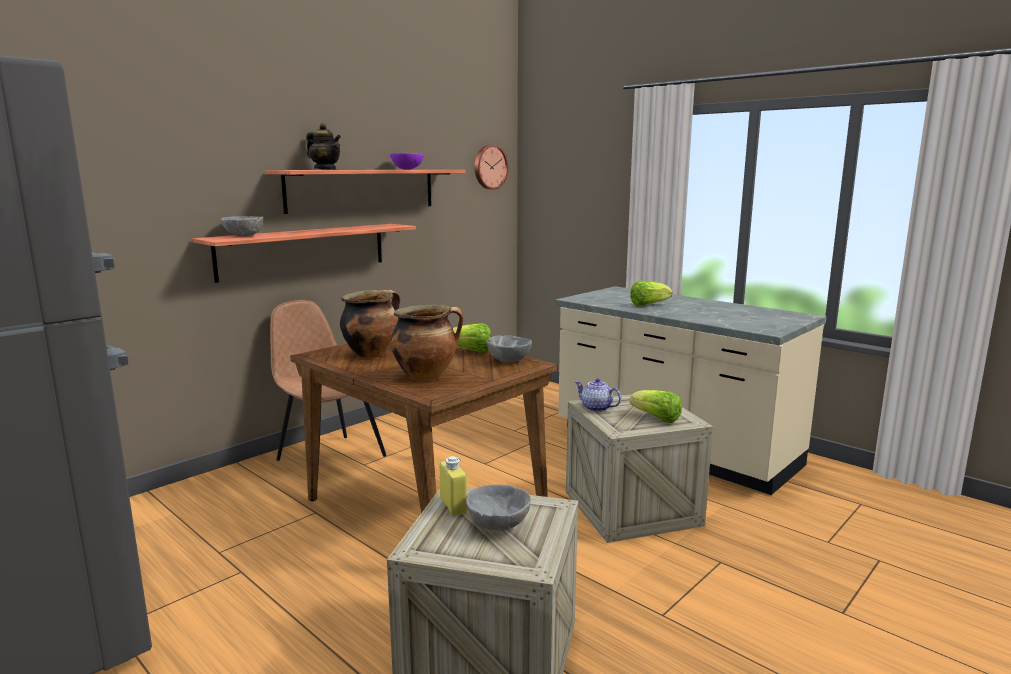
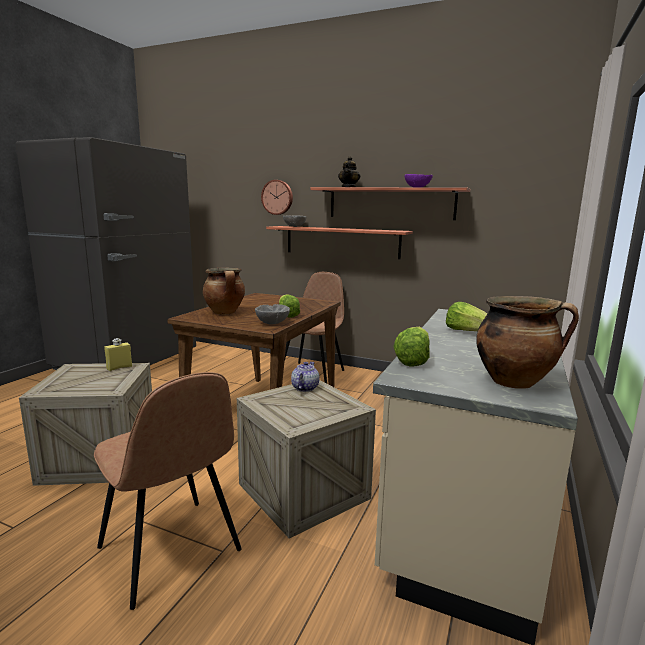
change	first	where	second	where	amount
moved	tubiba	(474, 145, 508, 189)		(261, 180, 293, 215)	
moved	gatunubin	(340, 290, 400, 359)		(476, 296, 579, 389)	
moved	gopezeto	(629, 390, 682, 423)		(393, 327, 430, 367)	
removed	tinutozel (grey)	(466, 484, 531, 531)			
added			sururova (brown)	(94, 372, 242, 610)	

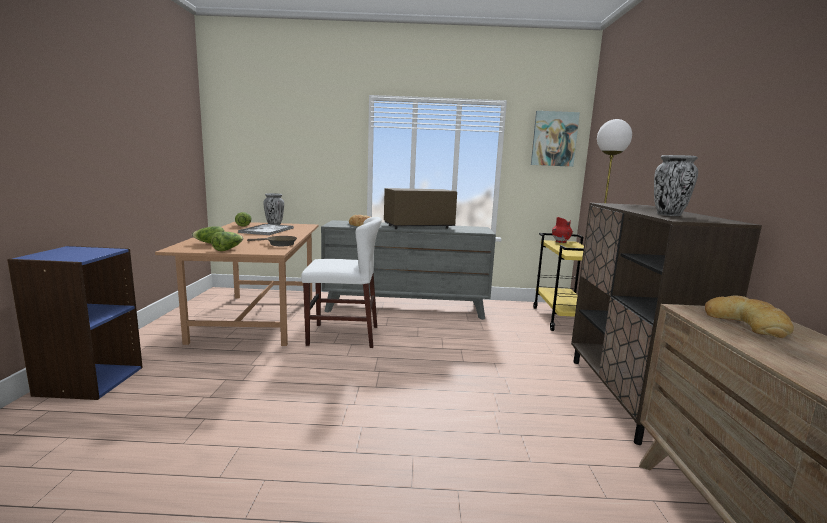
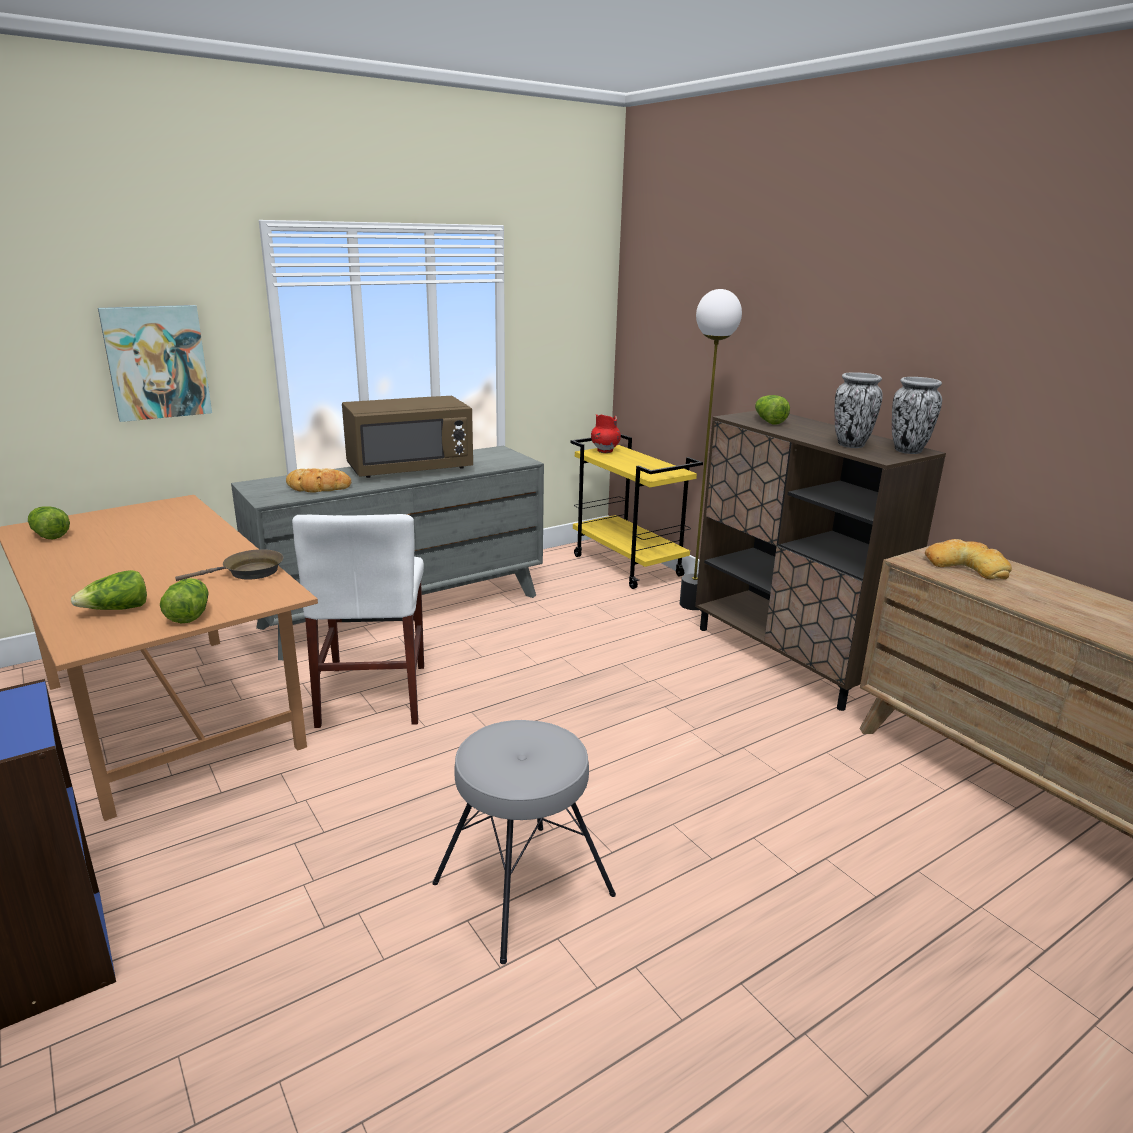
change	first	where	second	where	amount
moved	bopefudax	(531, 111, 580, 167)		(98, 305, 212, 422)	
turned	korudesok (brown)	(384, 188, 457, 229)		(342, 396, 473, 478)	150 degrees counterclockwise
moved	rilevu	(263, 193, 284, 225)		(892, 377, 942, 454)	
turned	sururova (white)	(301, 217, 382, 348)		(292, 514, 424, 728)	120 degrees clockwise
removed	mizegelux	(238, 224, 294, 235)			
added			gopezeto	(755, 395, 790, 425)	
added			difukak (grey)	(432, 720, 616, 964)	

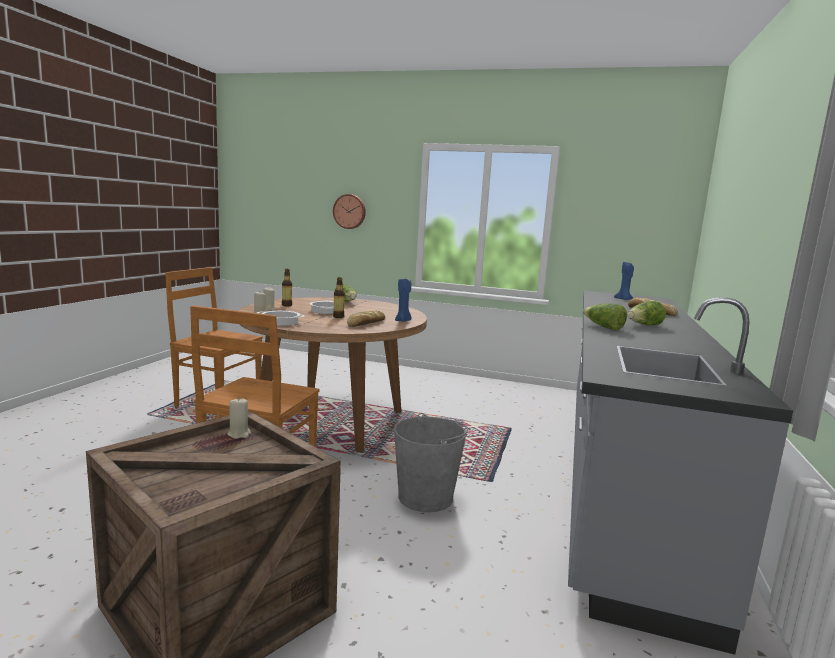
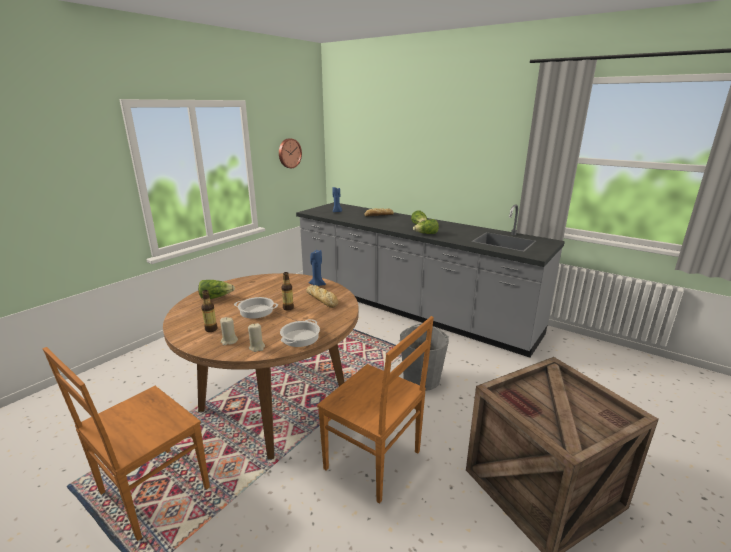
change	first	where	second	where	amount
moved	tubiba	(333, 194, 366, 229)		(279, 138, 302, 168)	
removed	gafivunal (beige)	(228, 397, 251, 439)			

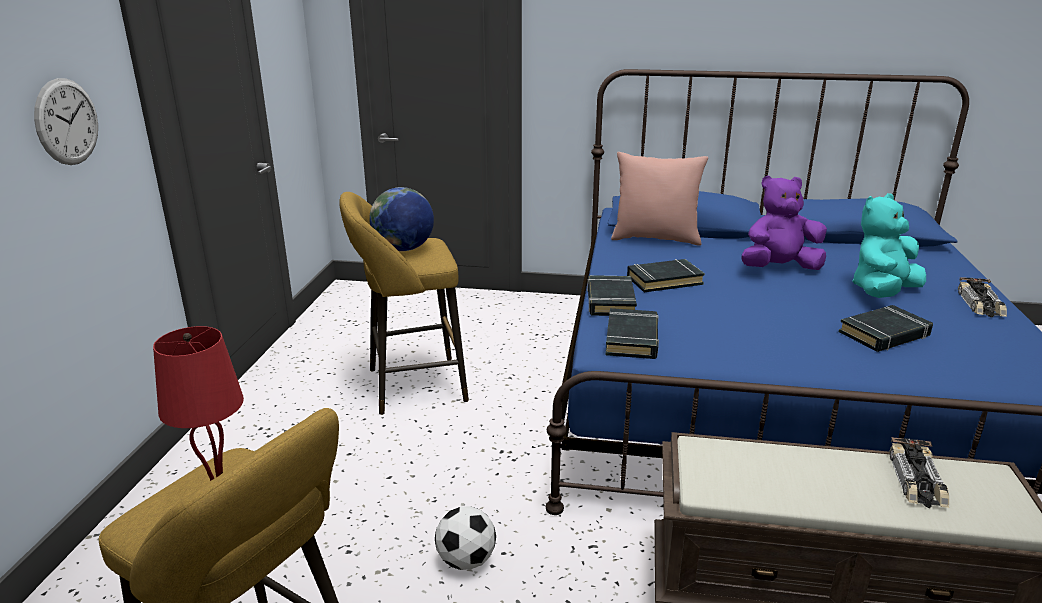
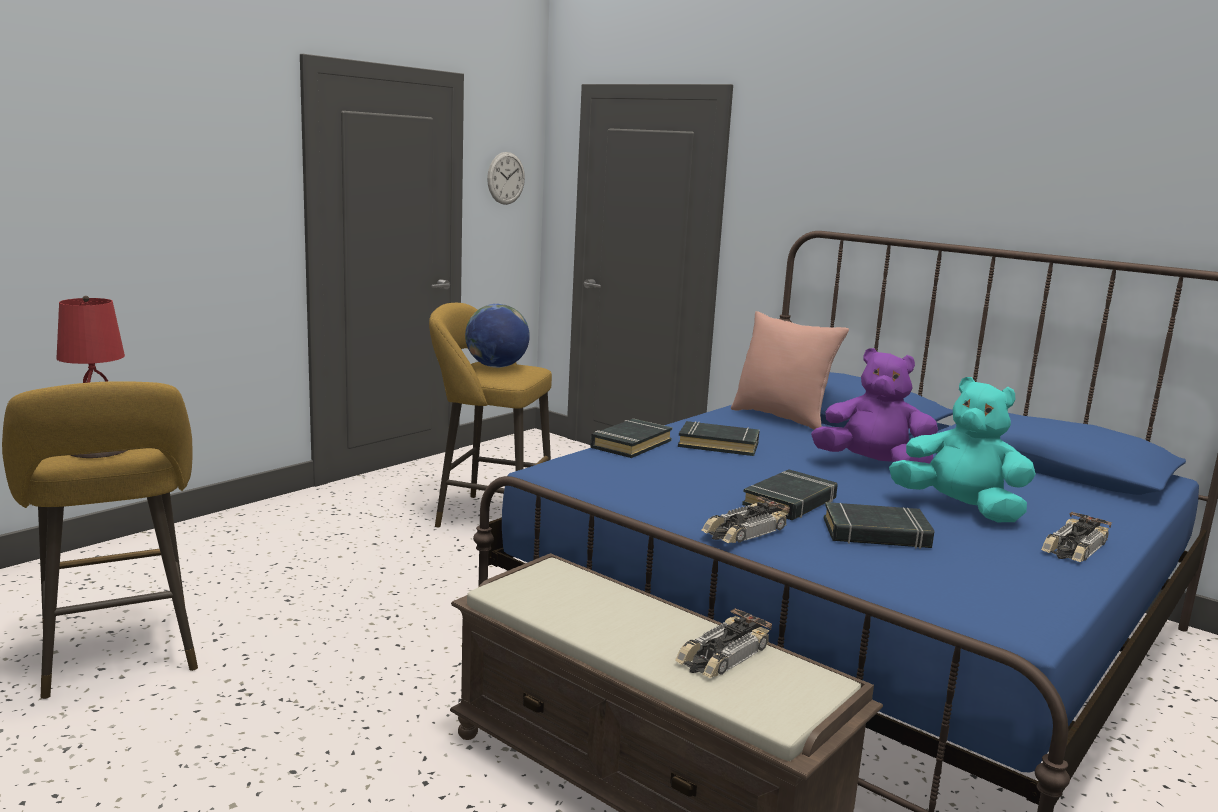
change	first	where	second	where	amount
moved	tubiba	(34, 78, 98, 165)		(487, 152, 525, 205)	
turned	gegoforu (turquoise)	(852, 193, 926, 298)		(889, 377, 1036, 522)	45 degrees clockwise
moved	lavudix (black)	(605, 308, 659, 359)		(742, 469, 838, 520)	
removed	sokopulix	(435, 506, 496, 570)			
added			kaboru	(702, 496, 790, 543)	

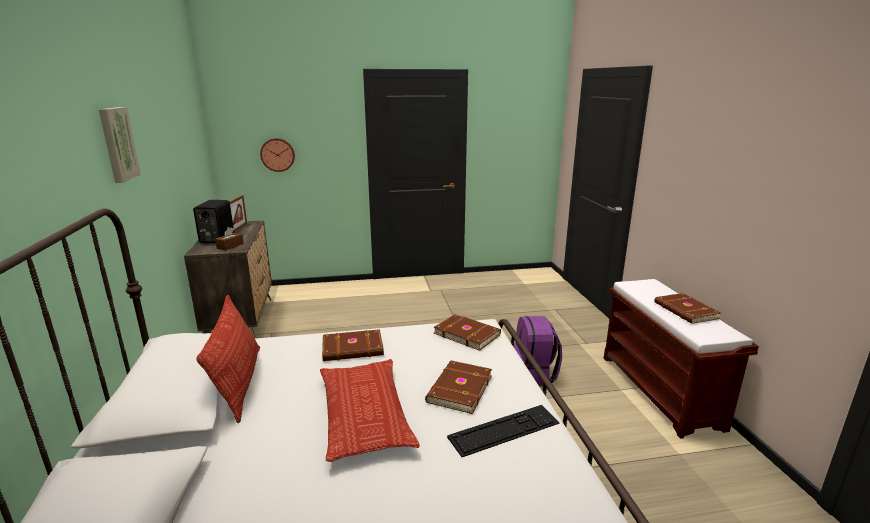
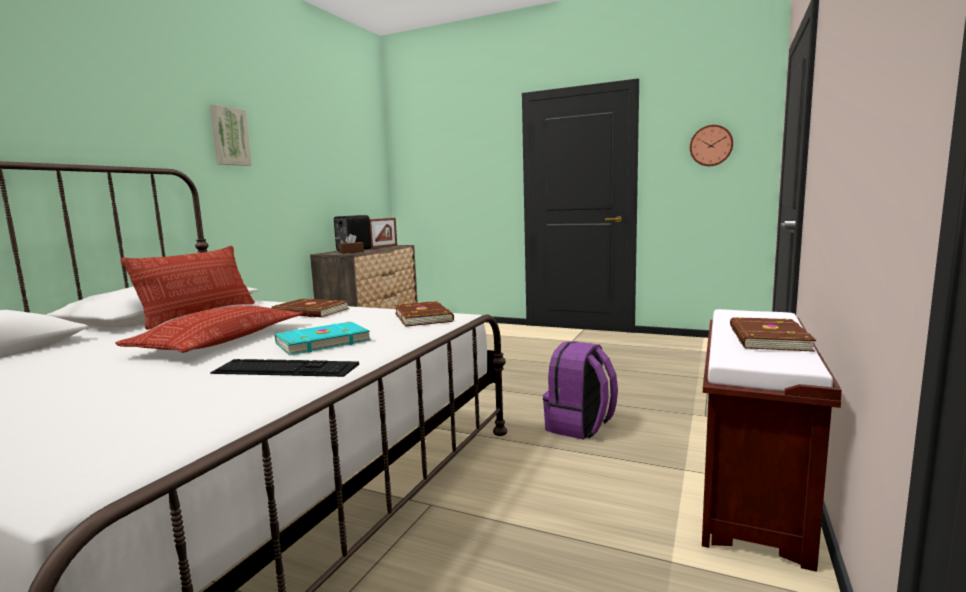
change	first	where	second	where	amount
moved	tubiba	(260, 138, 295, 172)		(690, 125, 733, 166)	
recoloured	lavudix (brown)	(425, 360, 492, 414)	lavudix (turquoise)	(275, 322, 371, 355)	

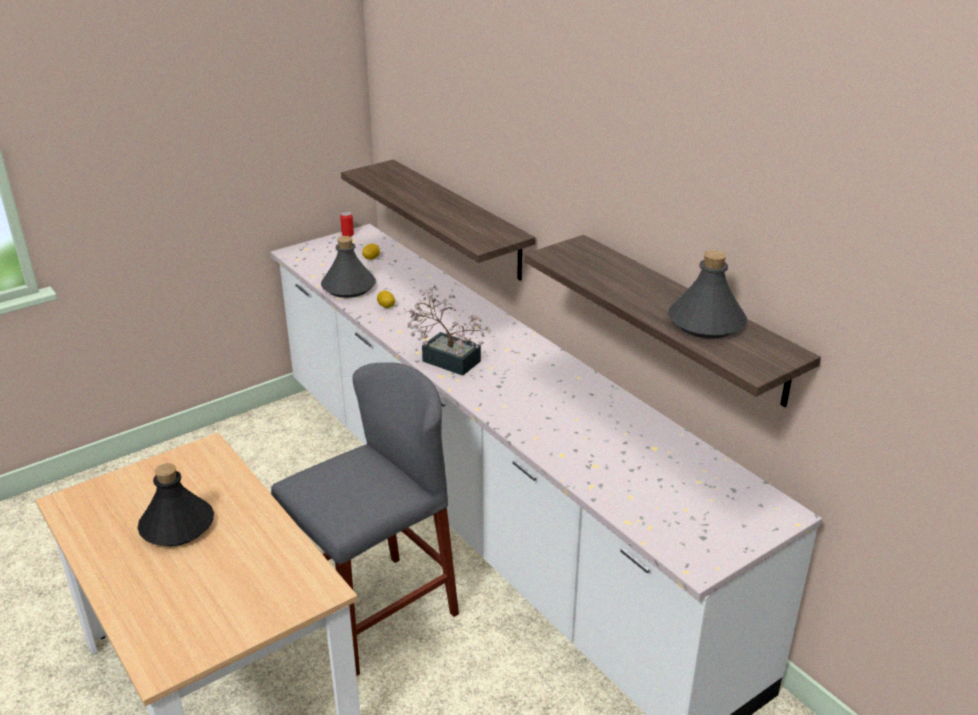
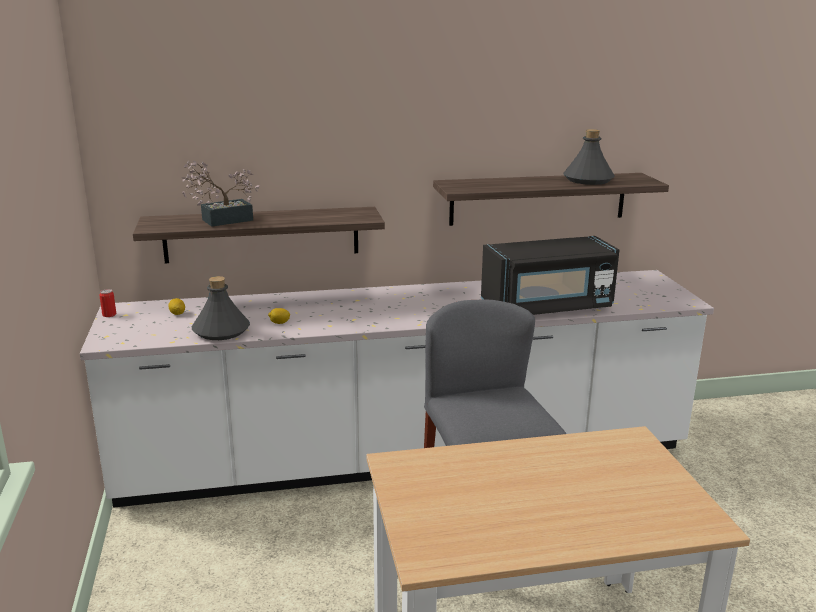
change	first	where	second	where	amount
moved	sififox	(404, 285, 491, 376)		(182, 161, 259, 227)	
removed	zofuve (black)	(138, 463, 214, 546)			
added			korudesok (black)	(481, 236, 619, 315)	

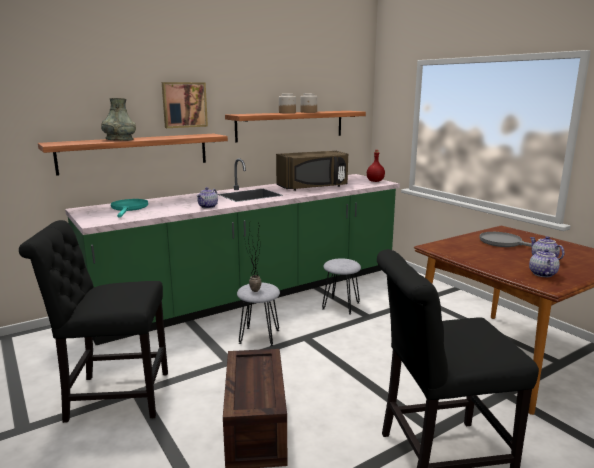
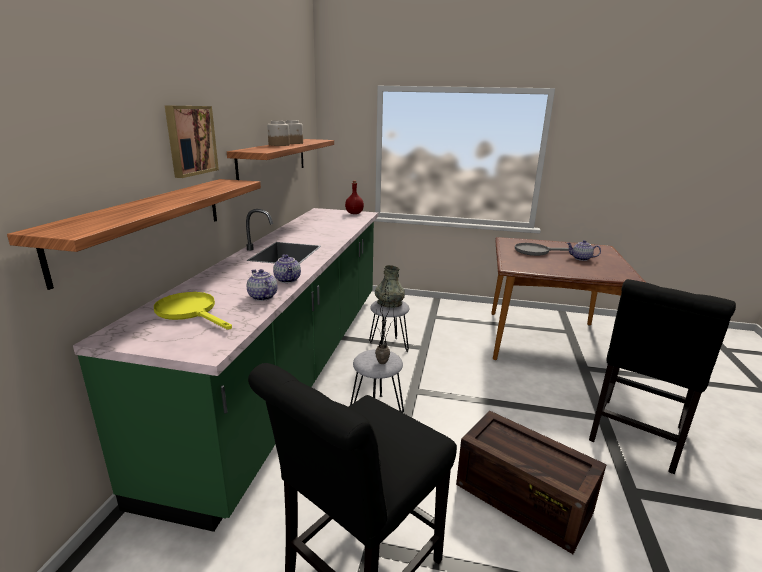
change	first	where	second	where	amount
moved	rilevu (grey)	(101, 98, 136, 141)		(375, 265, 405, 308)	
removed	korudesok (brown)	(276, 151, 348, 191)			
recoloured	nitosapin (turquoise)	(111, 199, 148, 218)	nitosapin (yellow)	(154, 292, 232, 329)	
moved	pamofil	(529, 249, 560, 277)		(247, 269, 277, 301)	

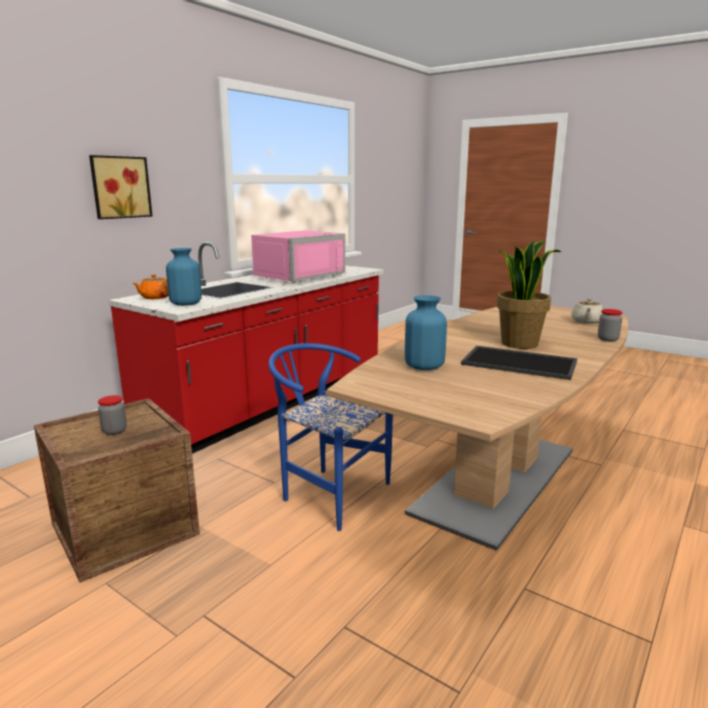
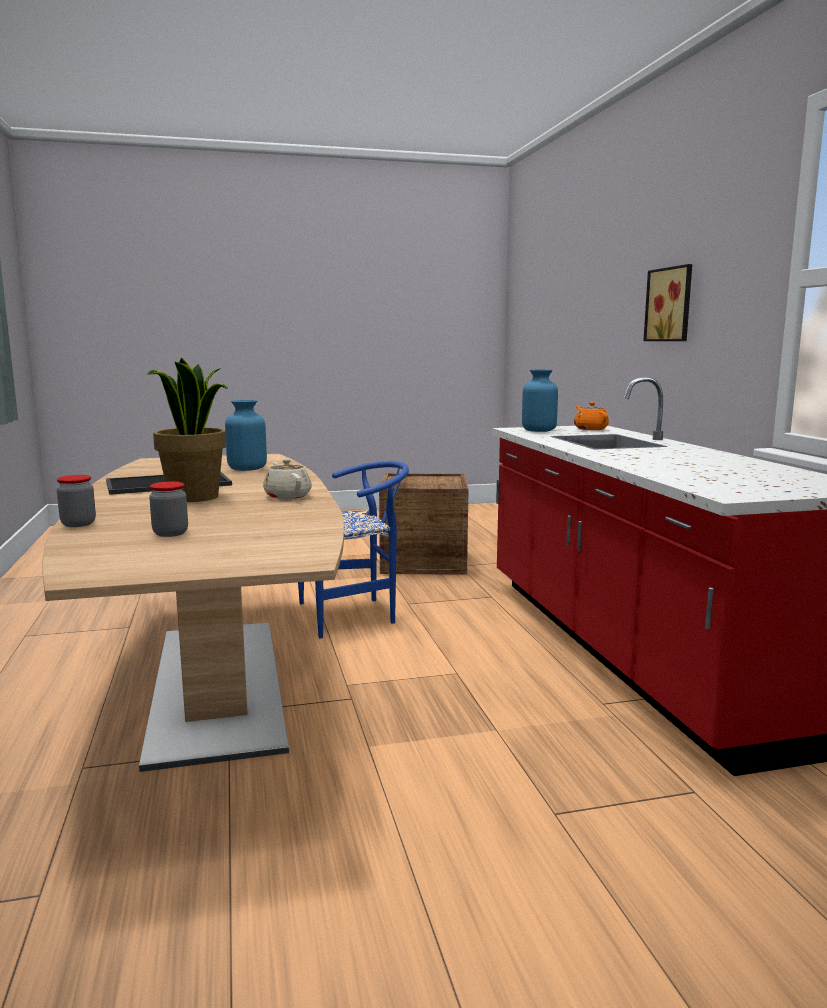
change	first	where	second	where	amount
removed	korudesok (pink)	(251, 230, 345, 283)			
moved	pamofil (beige)	(571, 298, 603, 324)		(263, 459, 312, 499)	
moved	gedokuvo	(98, 395, 127, 435)		(149, 482, 188, 537)	

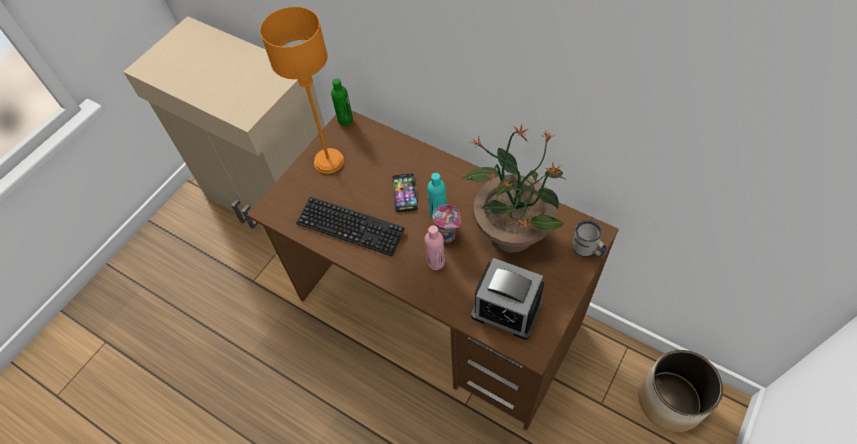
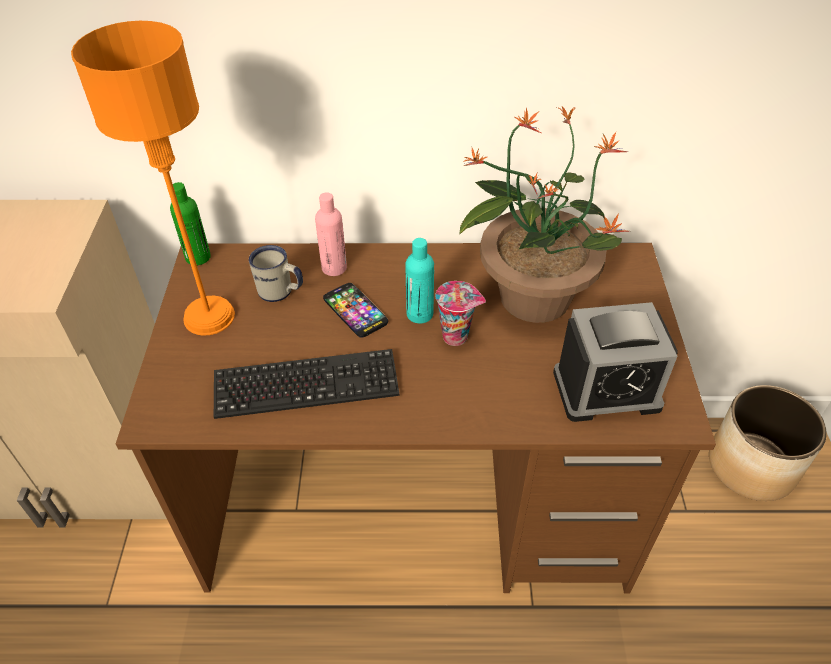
change	first	where	second	where	amount
moved	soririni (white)	(572, 220, 607, 257)		(249, 245, 303, 302)	
moved	zofuve (pink)	(424, 225, 445, 270)		(315, 192, 347, 276)	

